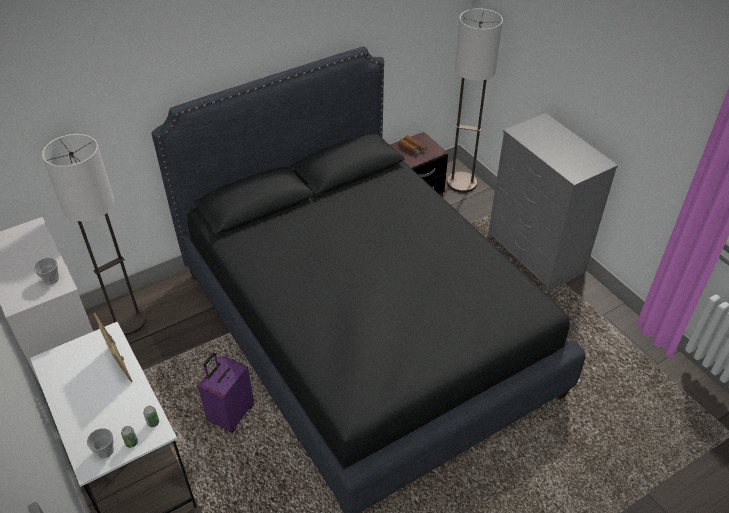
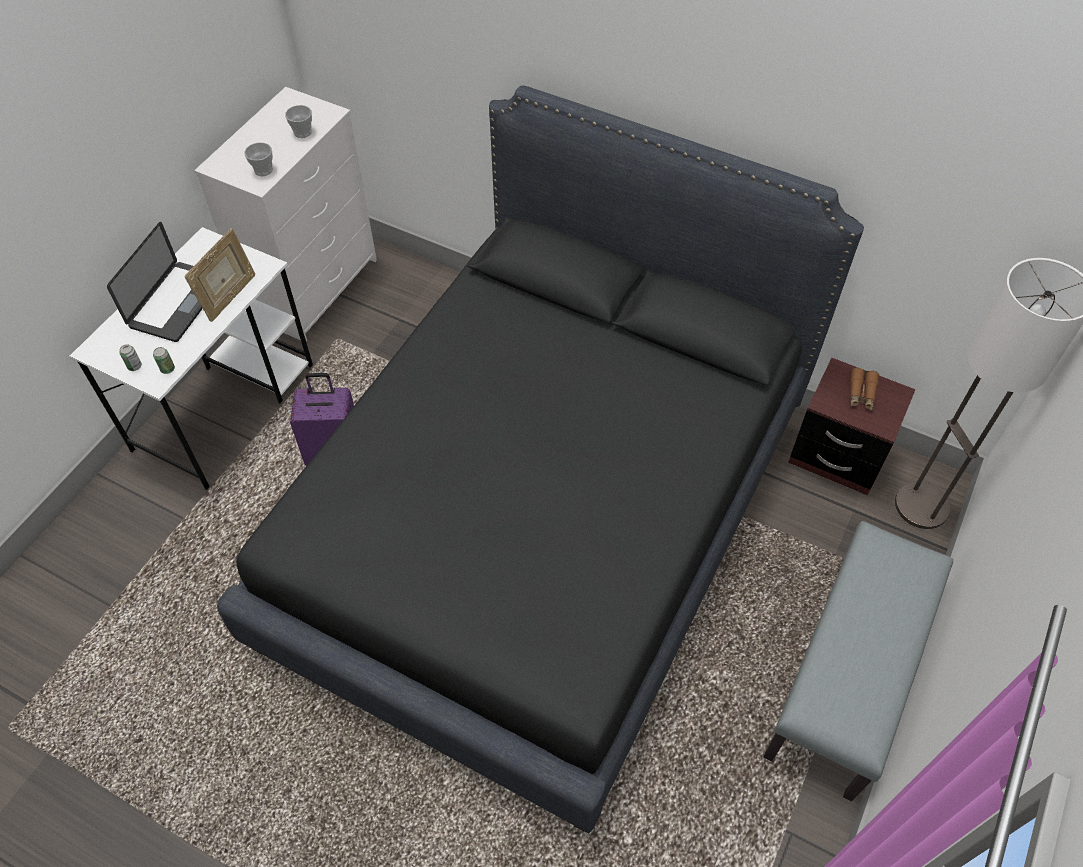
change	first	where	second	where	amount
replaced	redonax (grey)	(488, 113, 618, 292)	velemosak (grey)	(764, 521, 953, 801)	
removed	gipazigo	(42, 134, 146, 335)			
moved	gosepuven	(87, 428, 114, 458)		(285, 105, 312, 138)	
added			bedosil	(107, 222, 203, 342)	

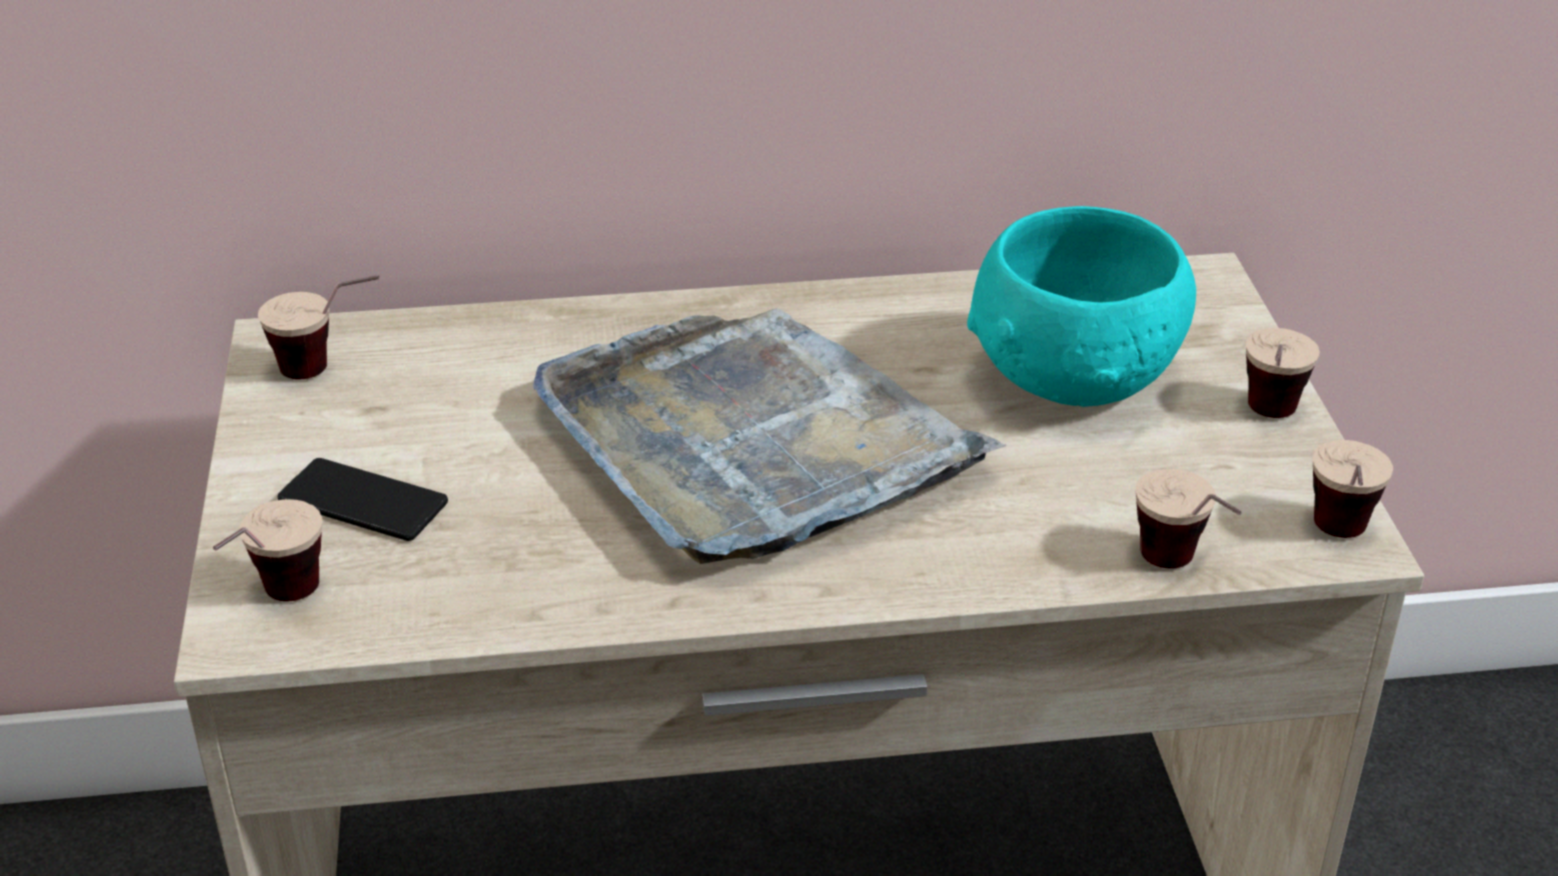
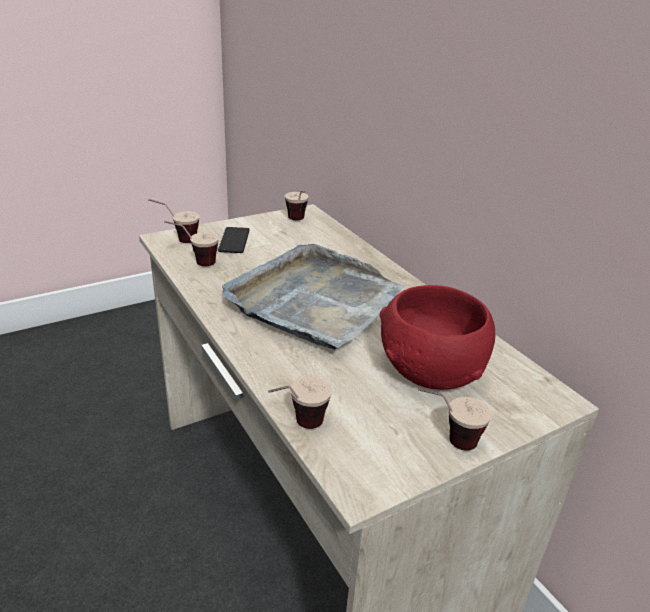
change	first	where	second	where	amount
recoloured	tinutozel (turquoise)	(967, 206, 1196, 407)	tinutozel (red)	(380, 285, 495, 390)	
moved	gosepuven	(1313, 440, 1393, 538)		(164, 221, 219, 266)	

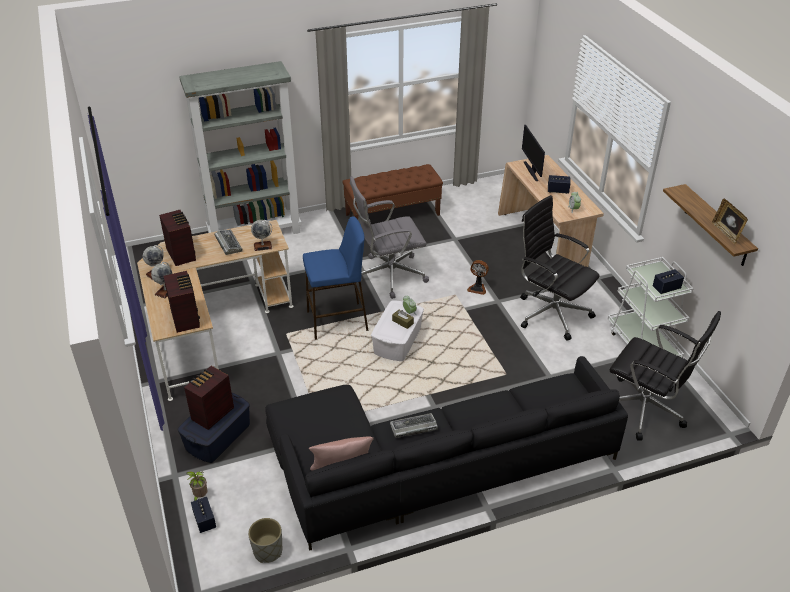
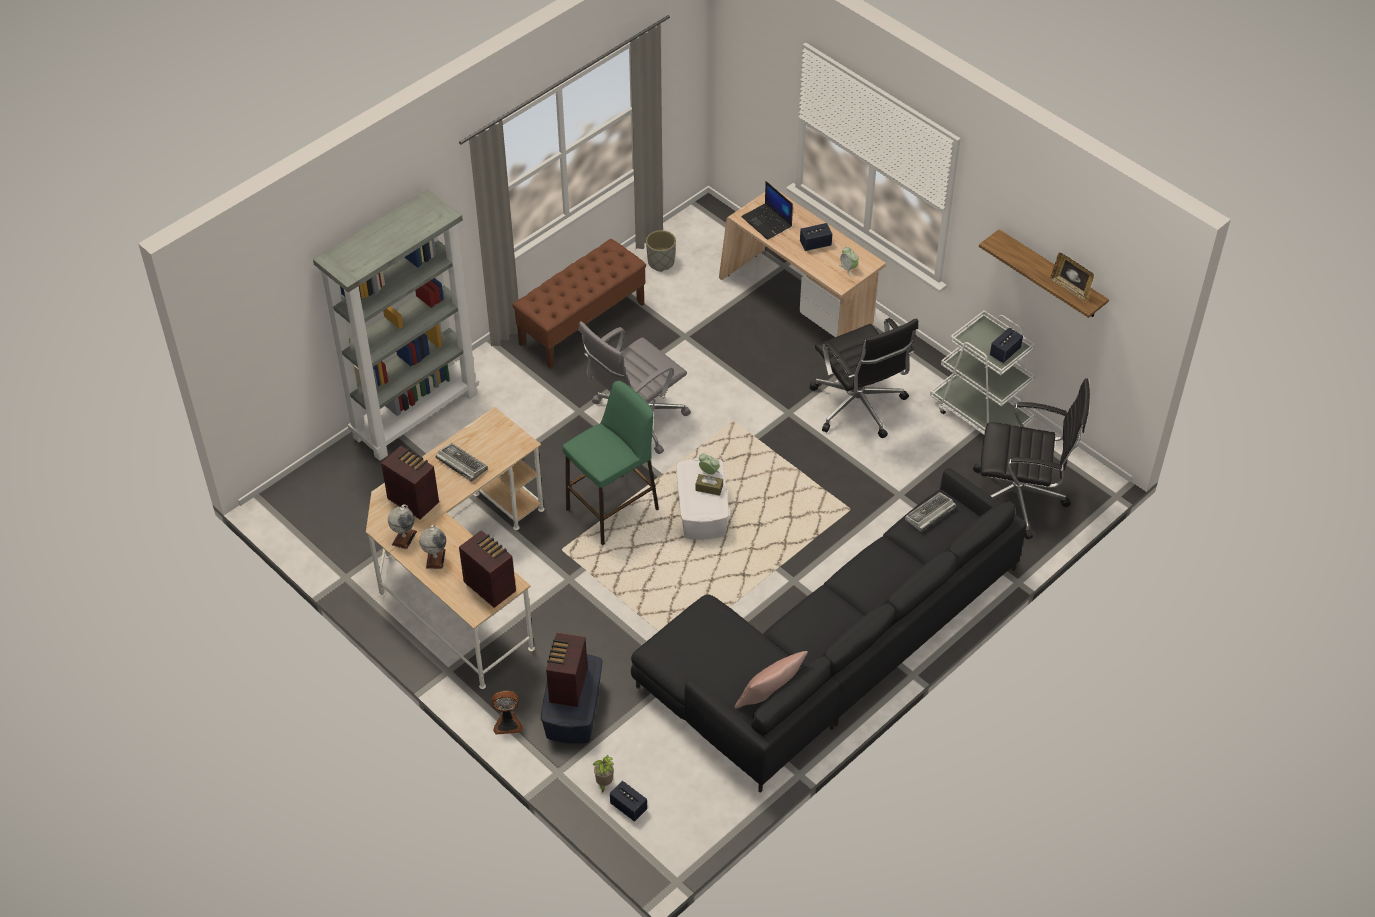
change	first	where	second	where	amount
replaced	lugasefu	(522, 125, 545, 181)	bedosil	(741, 181, 793, 240)	
turned	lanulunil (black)	(520, 195, 600, 340)		(810, 318, 918, 438)	135 degrees counterclockwise
recoloured	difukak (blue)	(303, 216, 368, 340)	difukak (green)	(562, 381, 659, 545)	
removed	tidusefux	(251, 220, 272, 251)			
moved	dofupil	(467, 260, 489, 295)		(492, 691, 523, 735)	
moved	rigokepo	(390, 413, 438, 438)		(905, 492, 956, 532)	
moved	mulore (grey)	(248, 518, 282, 563)		(646, 230, 676, 272)	

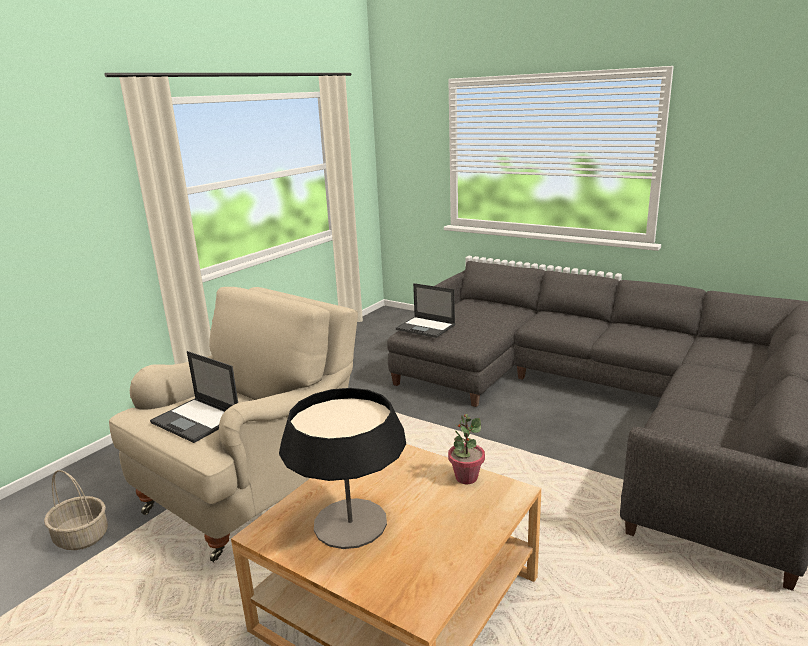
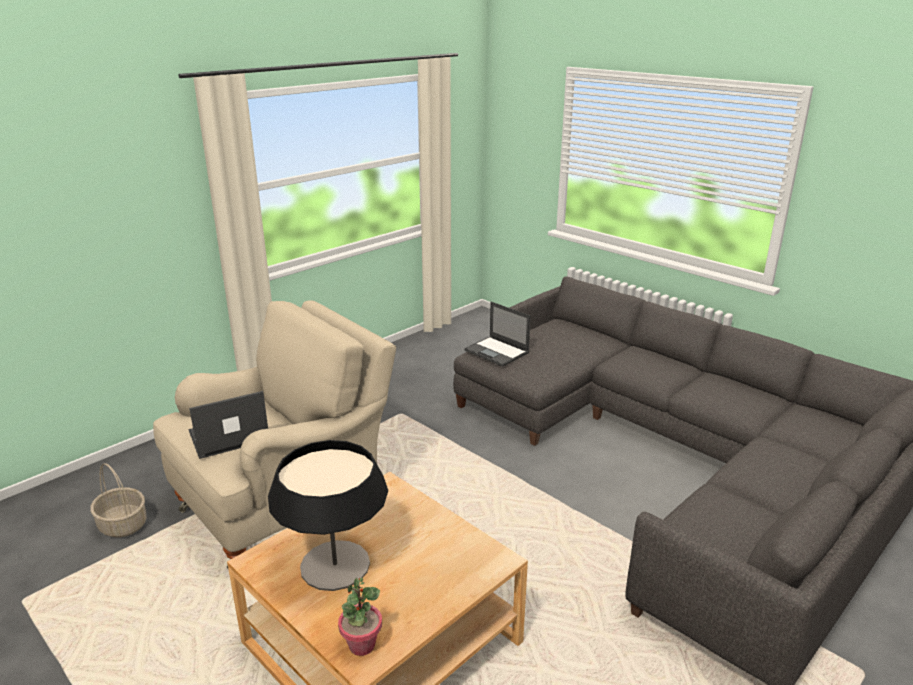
change	first	where	second	where	amount
turned	bedosil	(150, 351, 238, 443)		(188, 391, 268, 459)	105 degrees clockwise
moved	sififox	(448, 414, 485, 484)		(338, 578, 382, 656)	

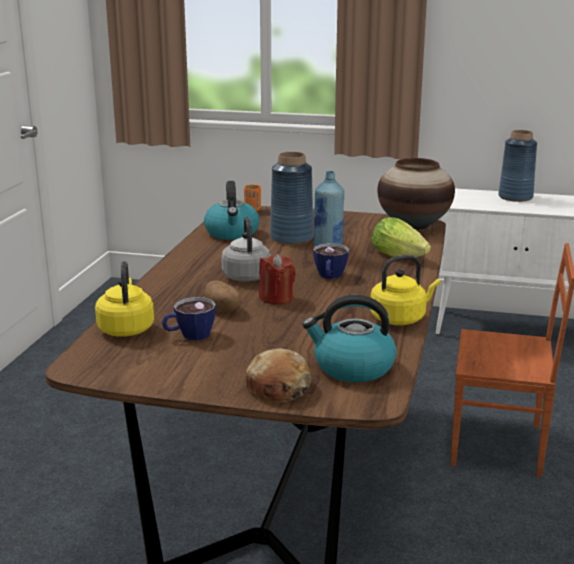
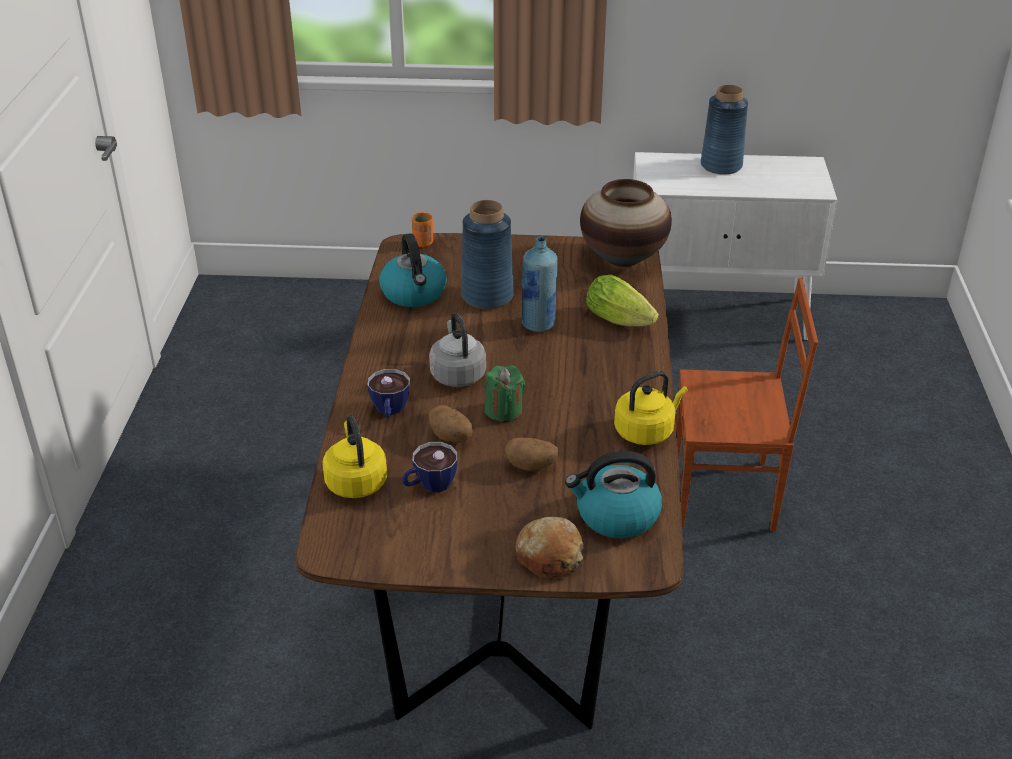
change	first	where	second	where	amount
moved	gosepuven	(313, 243, 349, 279)		(367, 369, 410, 418)	
recoloured	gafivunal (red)	(259, 254, 296, 305)	gafivunal (green)	(484, 365, 525, 422)	
added			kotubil	(505, 438, 559, 471)	

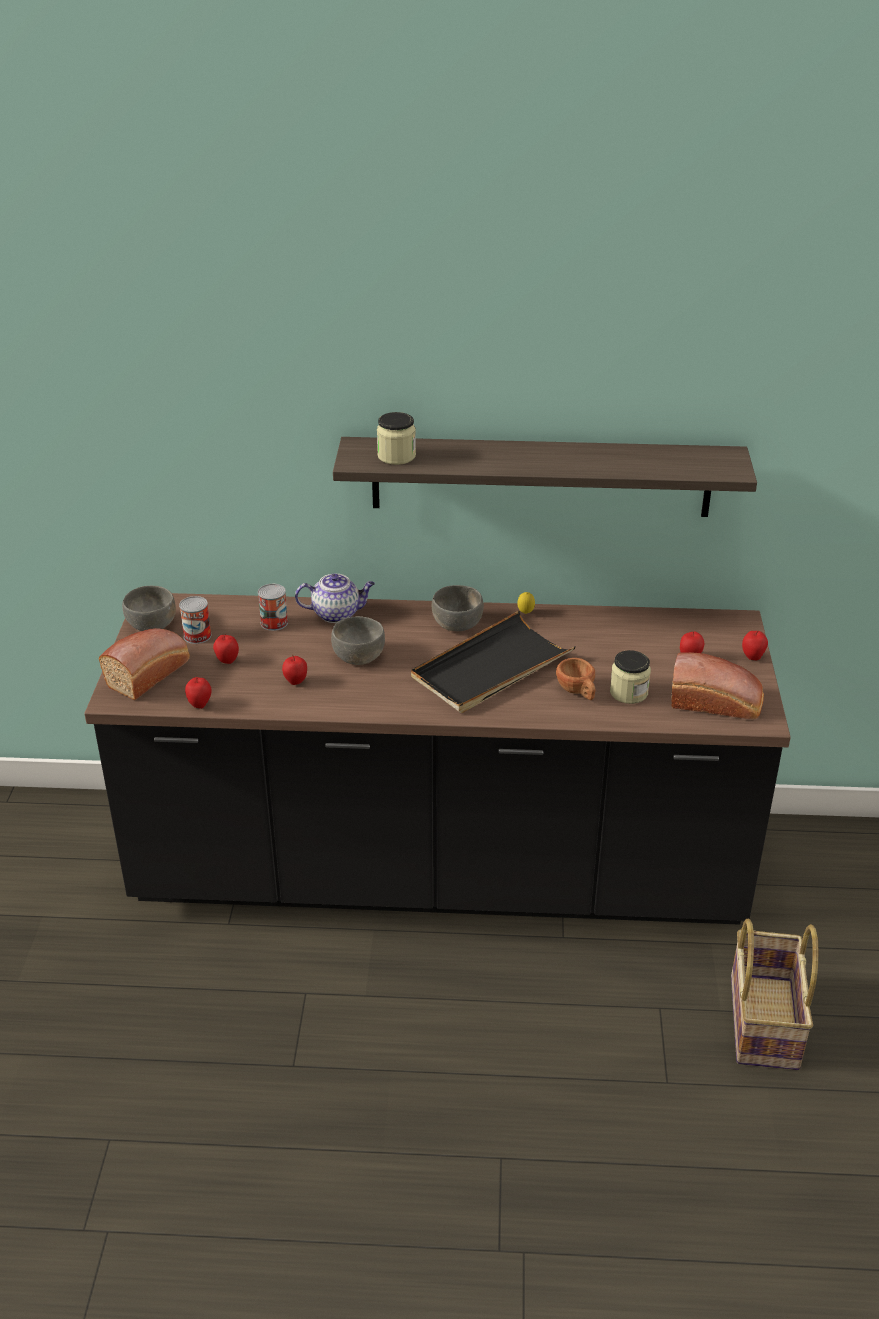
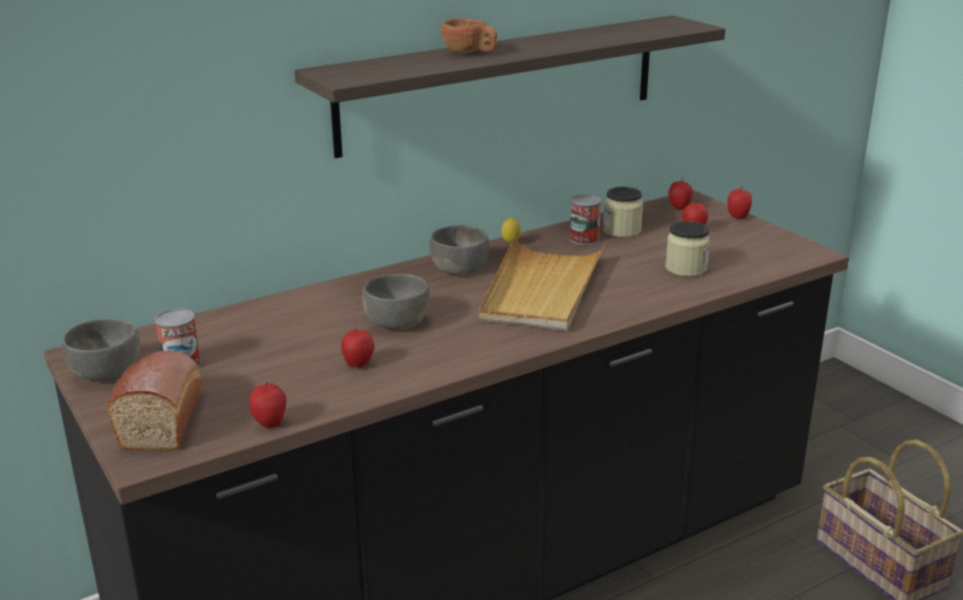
change	first	where	second	where	amount
moved	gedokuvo	(377, 412, 416, 465)		(603, 187, 643, 237)	
removed	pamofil	(295, 574, 375, 623)			
moved	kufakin	(258, 584, 288, 631)		(569, 195, 601, 245)	
recoloured	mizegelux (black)	(411, 611, 576, 713)	mizegelux (beige)	(479, 237, 605, 331)	
moved	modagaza	(213, 634, 239, 664)		(668, 177, 693, 210)	
removed	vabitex	(671, 652, 764, 720)			
moved	gosepuven (brown)	(556, 658, 596, 700)		(441, 18, 497, 54)	

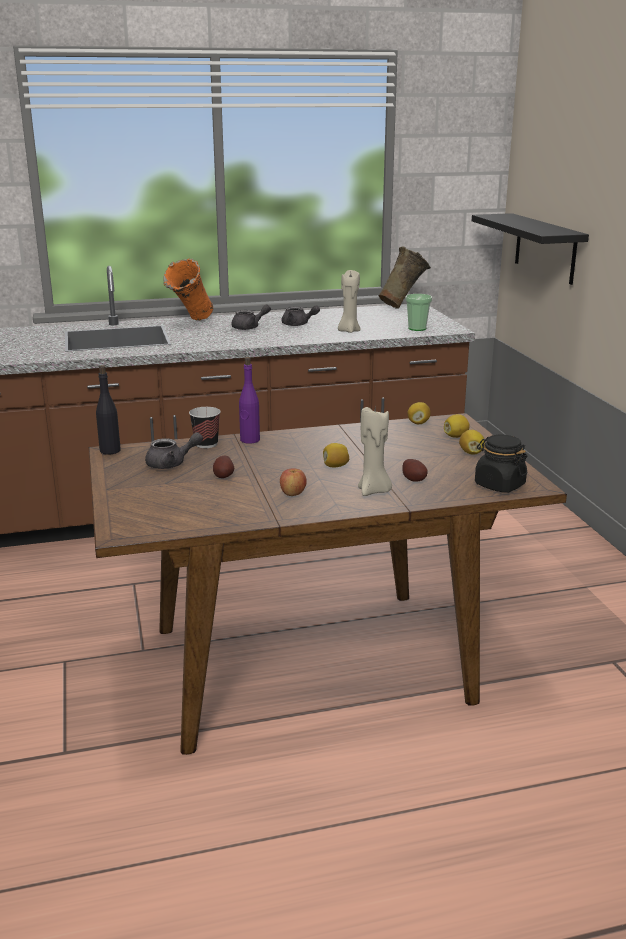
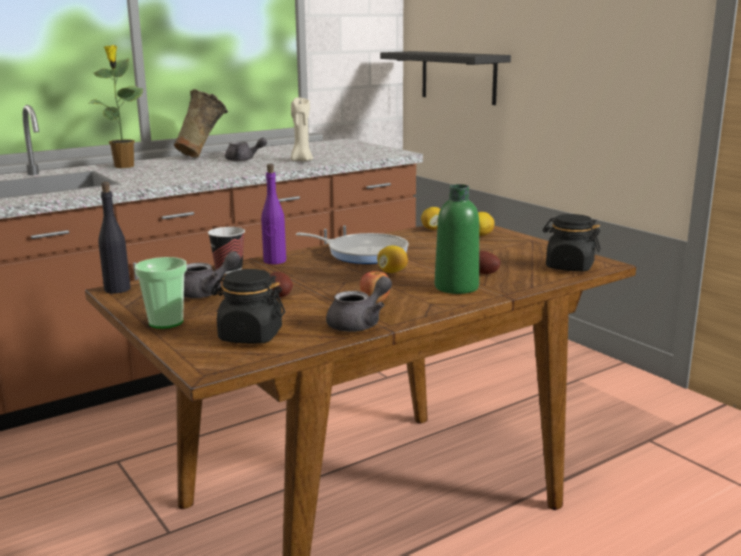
change	first	where	second	where	amount
moved	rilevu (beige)	(378, 246, 431, 309)		(174, 89, 228, 158)	
replaced	rilevu (orange)	(163, 258, 213, 320)	sififox	(89, 45, 144, 168)	
moved	gosepuven	(406, 294, 432, 331)		(134, 257, 187, 329)	
moved	pamofil (grey)	(231, 304, 271, 330)		(326, 276, 392, 332)	
replaced	gafivunal (beige)	(358, 407, 392, 496)	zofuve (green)	(435, 184, 479, 294)	
removed	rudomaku	(459, 430, 485, 454)			
added			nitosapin	(296, 232, 409, 264)	
added			gedokuvo (black)	(211, 269, 285, 344)	

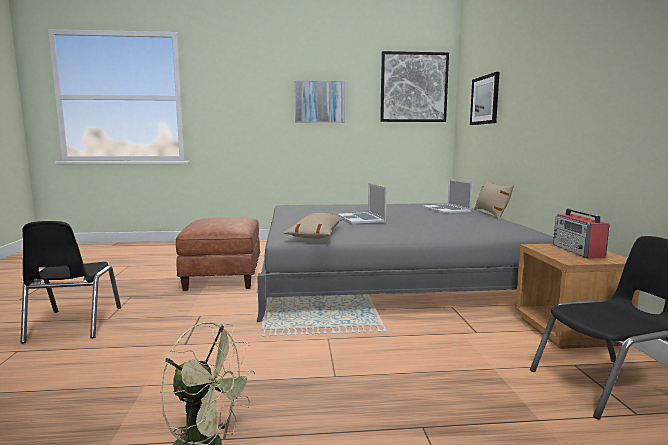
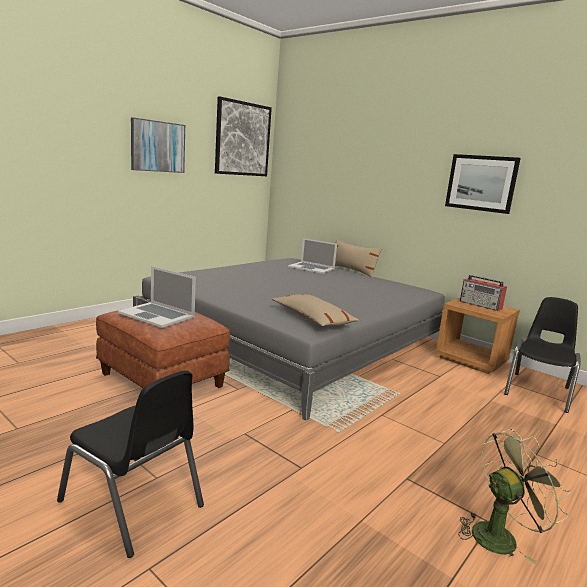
change	first	where	second	where	amount
moved	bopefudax	(470, 72, 500, 125)		(445, 154, 521, 214)	
moved	bedosil	(337, 183, 387, 224)		(118, 266, 196, 328)	

